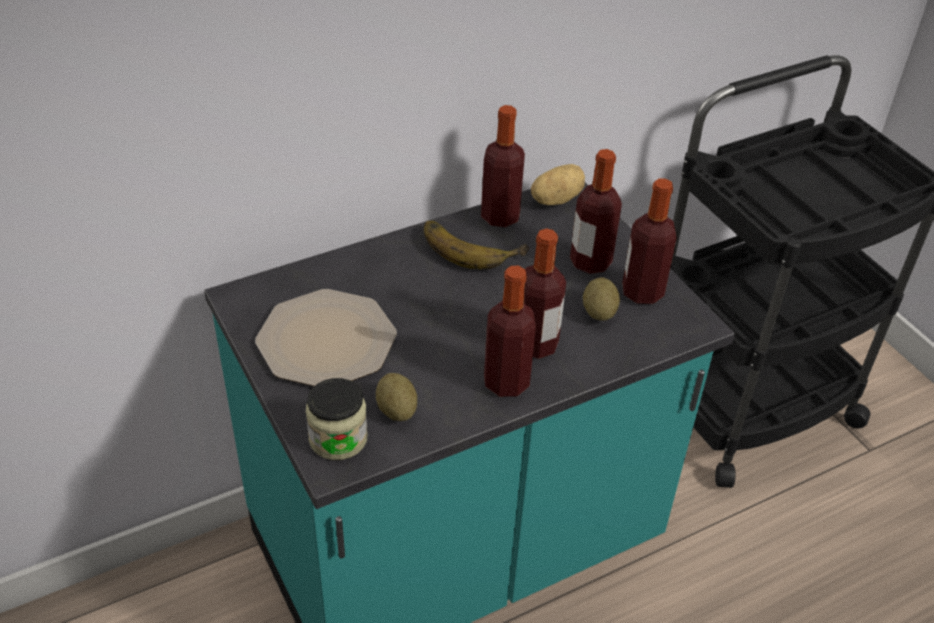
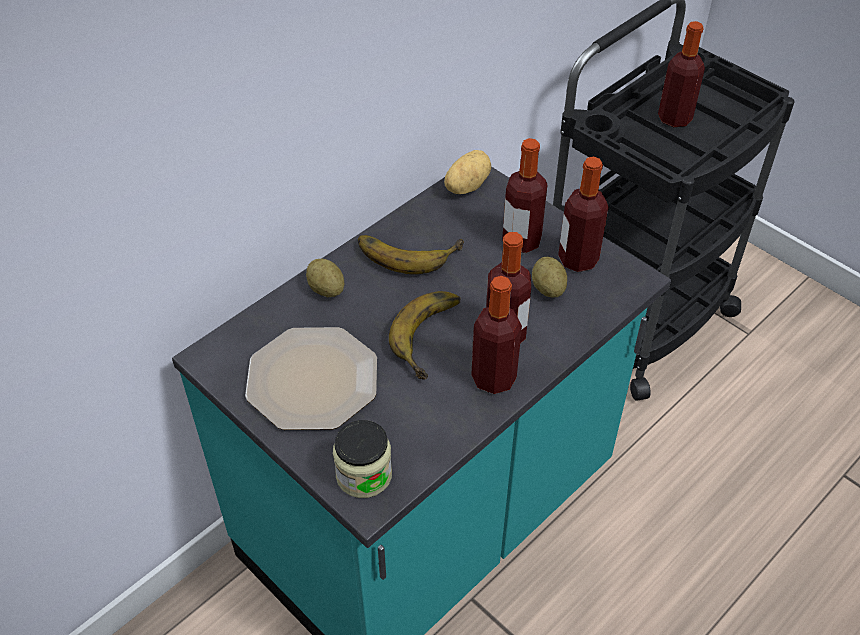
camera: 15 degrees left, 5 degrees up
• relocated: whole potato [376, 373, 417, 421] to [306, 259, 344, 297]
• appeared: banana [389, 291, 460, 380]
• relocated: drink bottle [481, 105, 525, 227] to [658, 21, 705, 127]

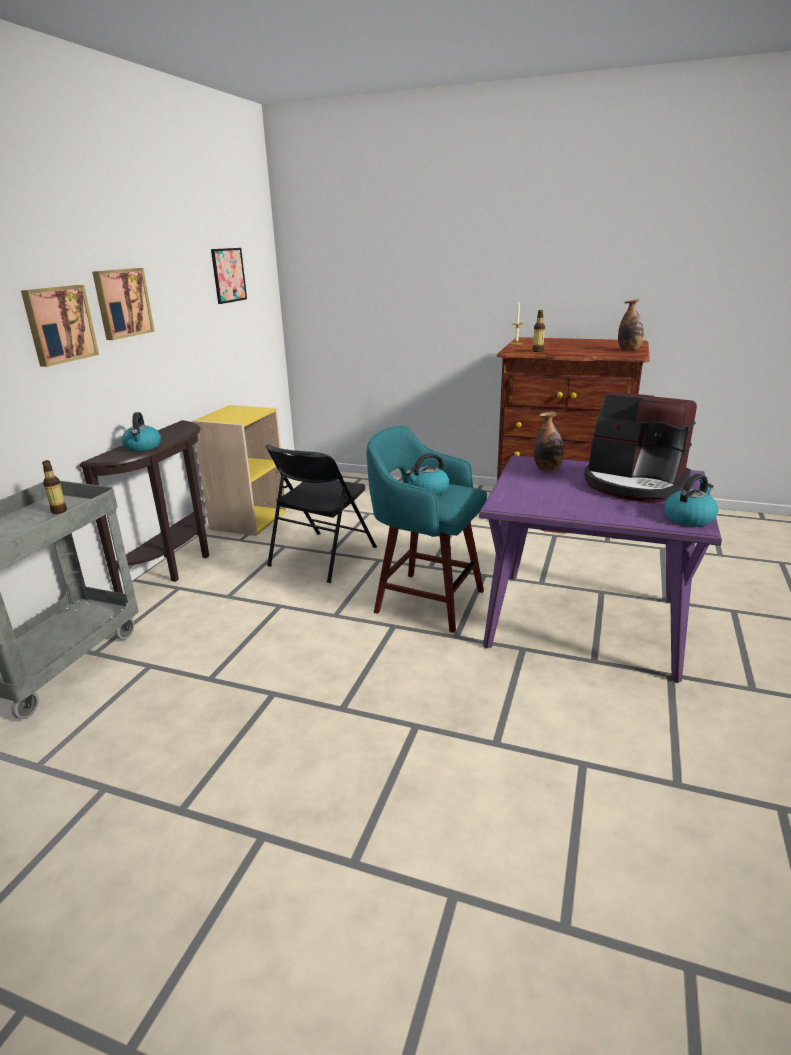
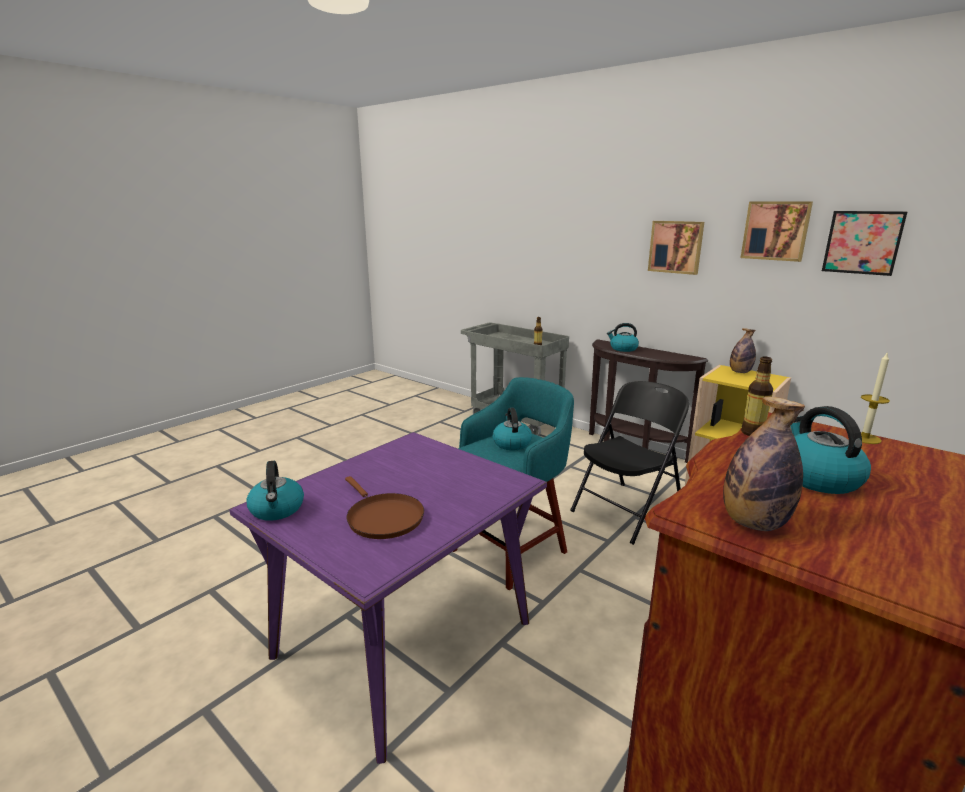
camera: 110 degrees right, 5 degrees down
• exchanged: coffee maker [584, 392, 697, 502] to skillet/brown [345, 476, 424, 539]
• spun: upright chair/blackish [265, 444, 377, 583] = [570, 381, 689, 545] 90 degrees clockwise
• relocated: drink bottle [534, 412, 564, 471] to [730, 328, 756, 373]
• relocated: picture [21, 285, 99, 367] to [741, 201, 813, 262]
• appeared: water kettle [791, 406, 871, 494]

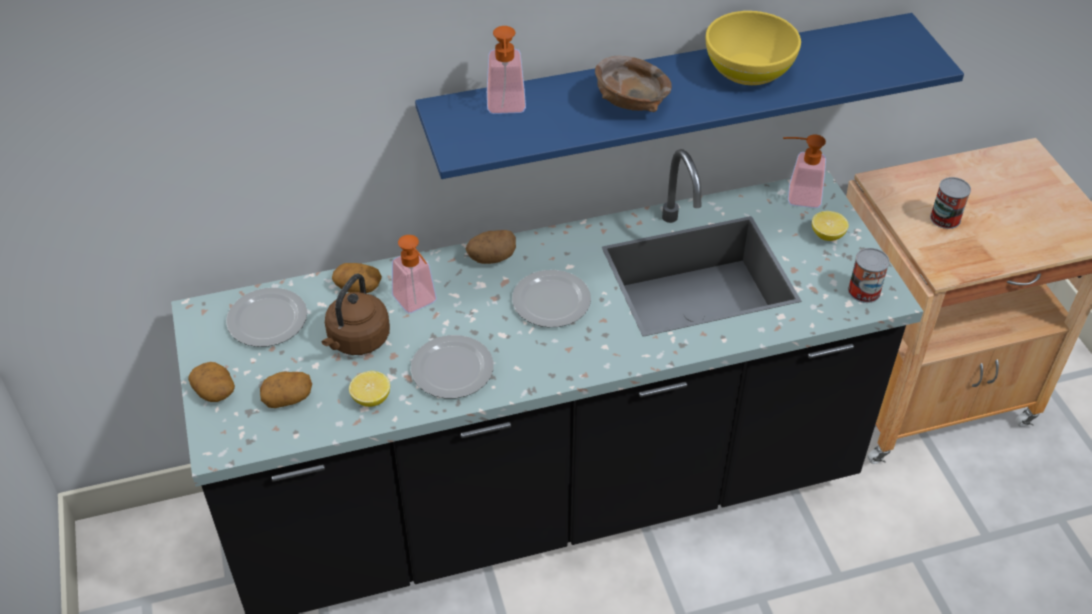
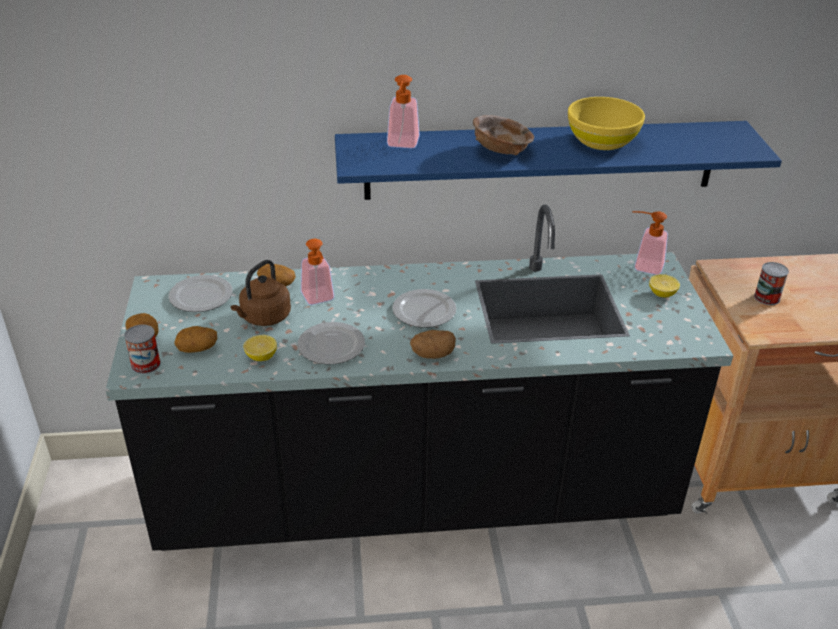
camera: 10 degrees right, 10 degrees down
• relocated: metal can [848, 248, 890, 303] to [124, 325, 161, 374]
• relocated: whole potato [466, 230, 516, 264] to [410, 330, 456, 359]

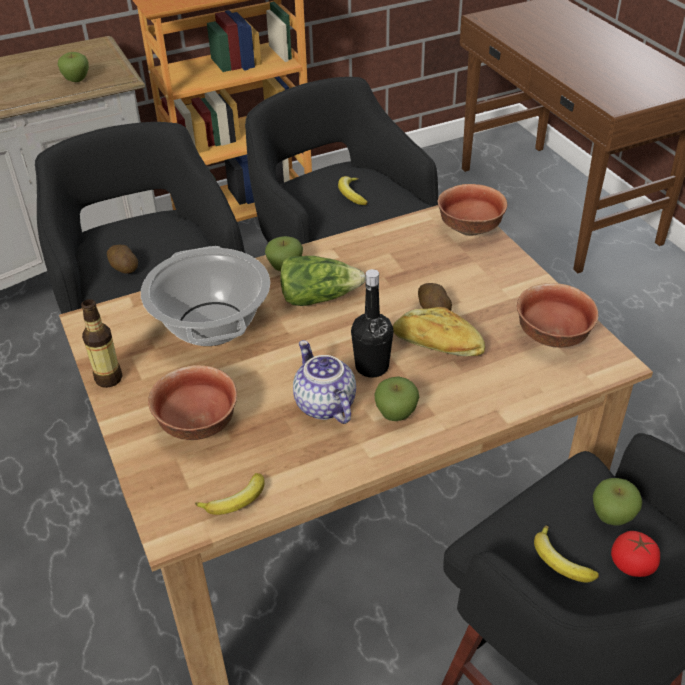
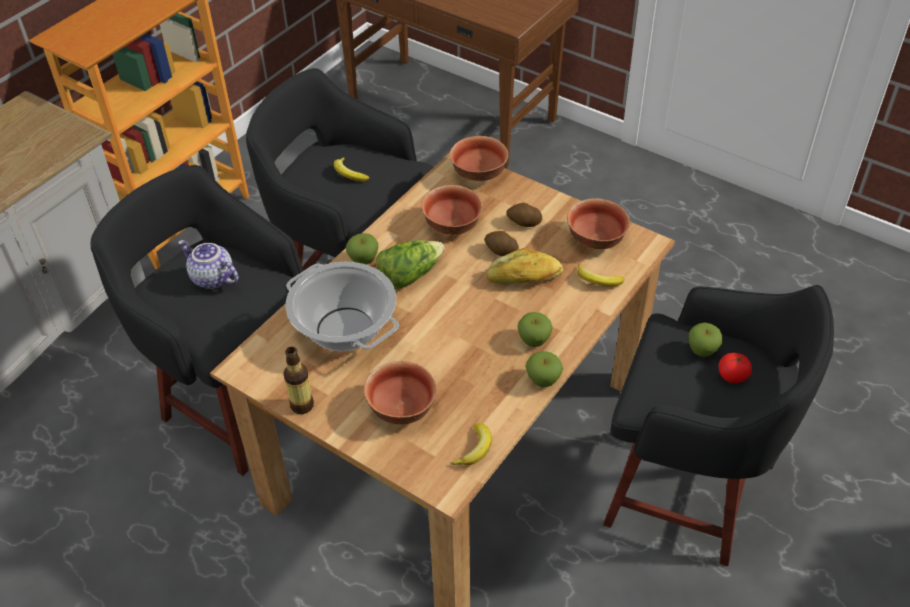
camera: 30 degrees left, 5 degrees up
• relocated: teapot [293, 340, 356, 424] to [178, 240, 239, 289]
• appeared: bowl [421, 185, 482, 235]
• relocated: whole potato [107, 245, 138, 274] to [507, 203, 542, 227]
• relocated: apple [57, 52, 89, 82] to [525, 351, 563, 388]
• relocated: banana [534, 526, 599, 583] to [577, 264, 625, 286]
• missing: drink bottle/blackish [351, 269, 393, 378]

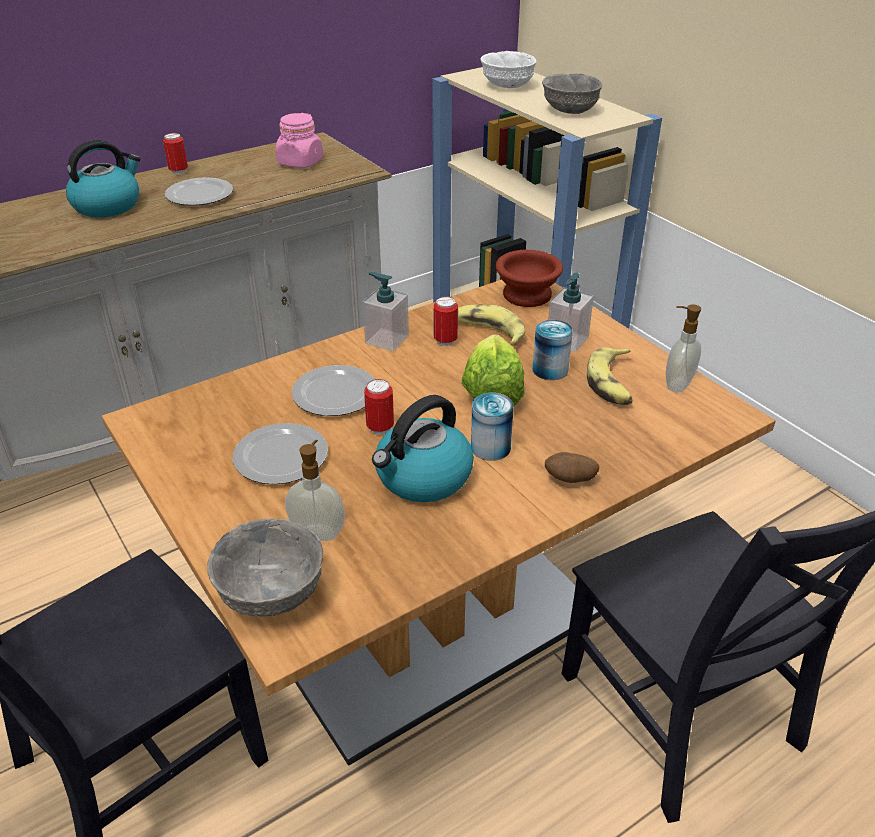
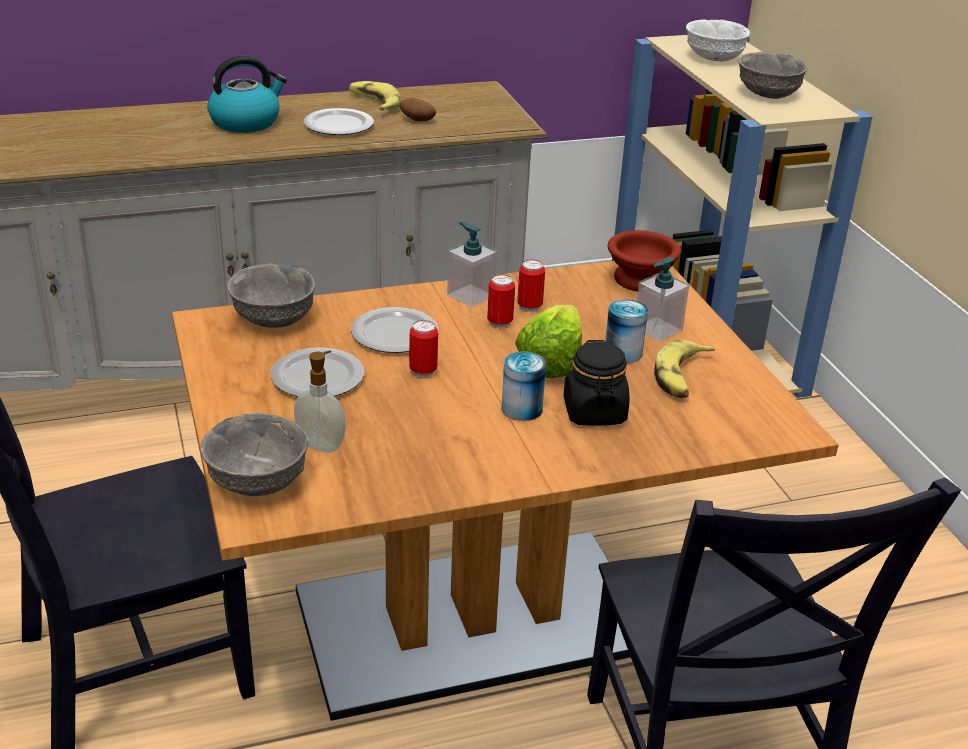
camera: 15 degrees right, 5 degrees down
• appeared: bowl/grey [227, 264, 315, 328]
• relocated: banana [458, 304, 525, 346] to [348, 81, 401, 111]
• relocated: whole potato [545, 452, 599, 483] to [400, 98, 436, 121]
• relocated: metal can [163, 133, 188, 174] to [487, 274, 515, 328]
• appeared: storage jar/blackish [563, 340, 630, 426]
• missing: storage jar/pink [276, 113, 323, 168]
• missing: water kettle [372, 395, 474, 502]
• missing: liquid soap bottle [666, 305, 701, 392]

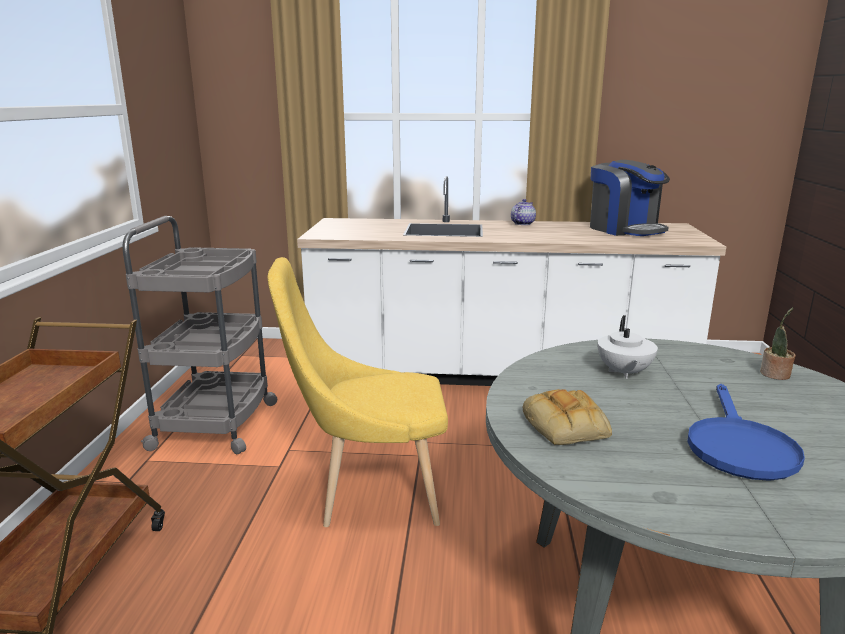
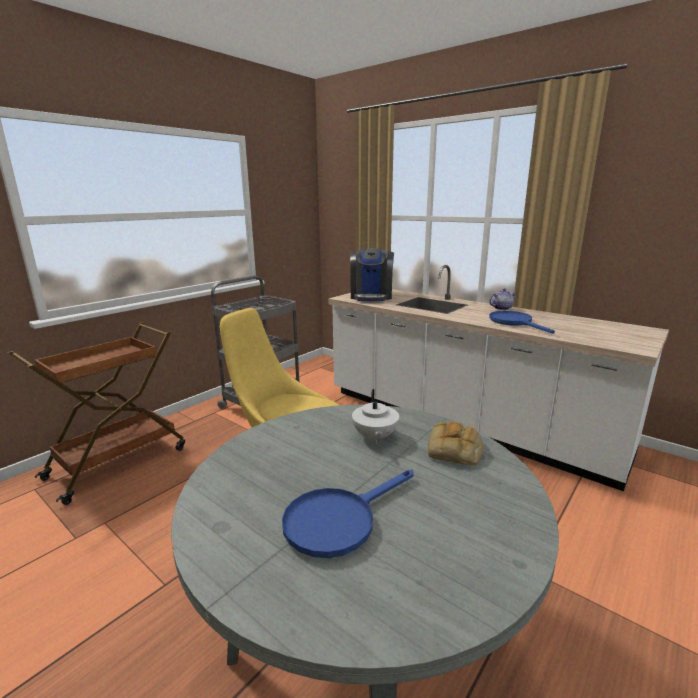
camera: 35 degrees right, 0 degrees up
• relocated: coffee maker [590, 160, 670, 236] to [350, 248, 394, 301]
• spun: teapot/whitish [598, 315, 658, 379] = [352, 389, 399, 444] 45 degrees counterclockwise
• relocated: bread [523, 389, 612, 445] to [428, 422, 484, 466]
• appeared: skillet/blue [489, 311, 555, 334]
• missing: houseplant [760, 307, 795, 380]

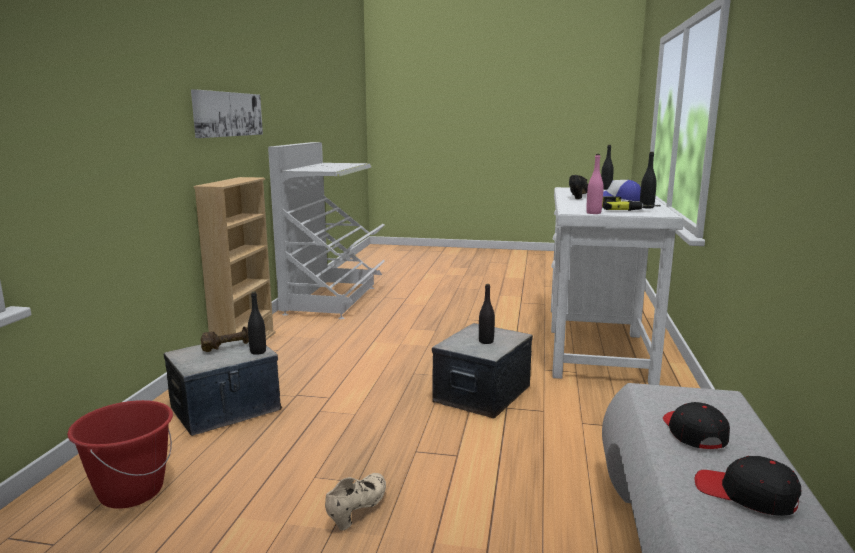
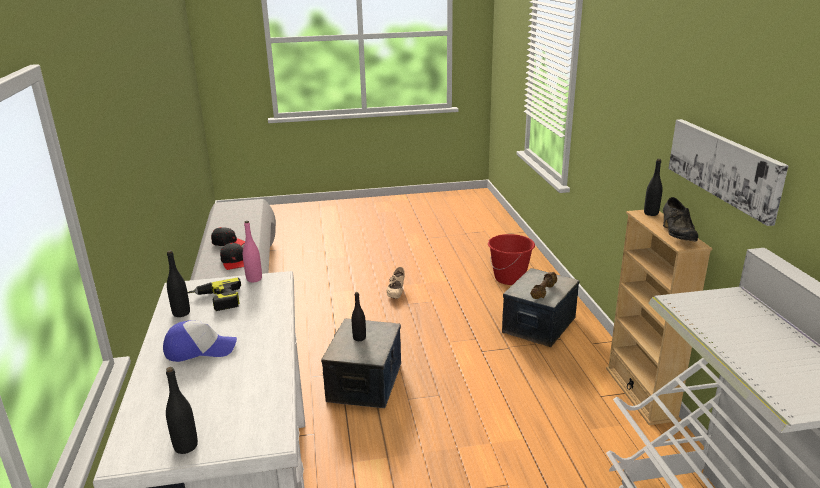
camera: 160 degrees right, 10 degrees up
• relocated: drink bottle/blackish [248, 292, 266, 355] to [644, 159, 662, 216]
• relocated: shoe/blackish [569, 175, 588, 199] to [663, 197, 698, 241]

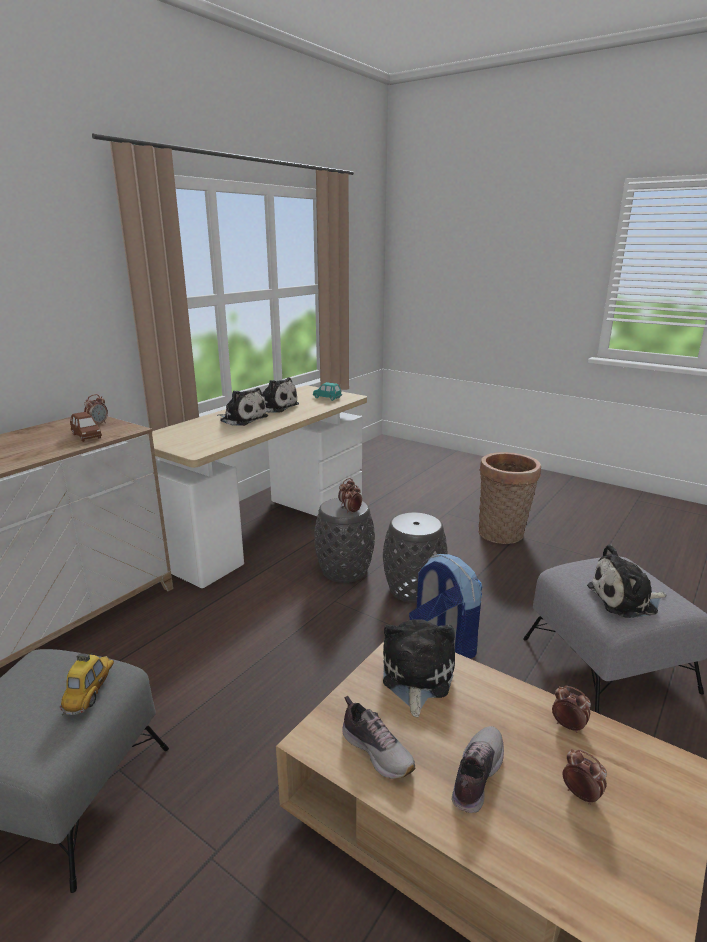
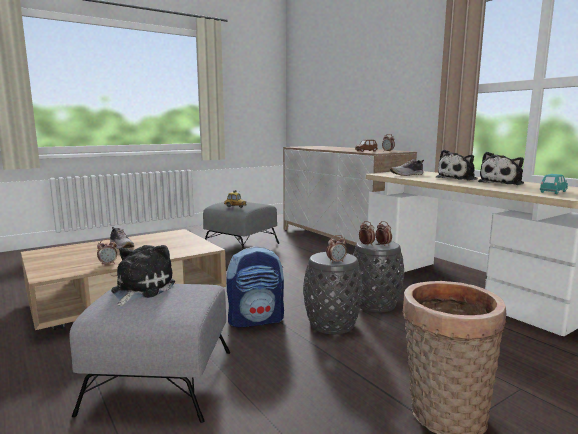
camera: 110 degrees right, 10 degrees down
• relocated: alarm clock [563, 749, 607, 805] to [326, 235, 347, 263]
• relocated: shoe [342, 696, 415, 779] to [390, 159, 424, 176]
• missing: soft toy [383, 619, 455, 717]

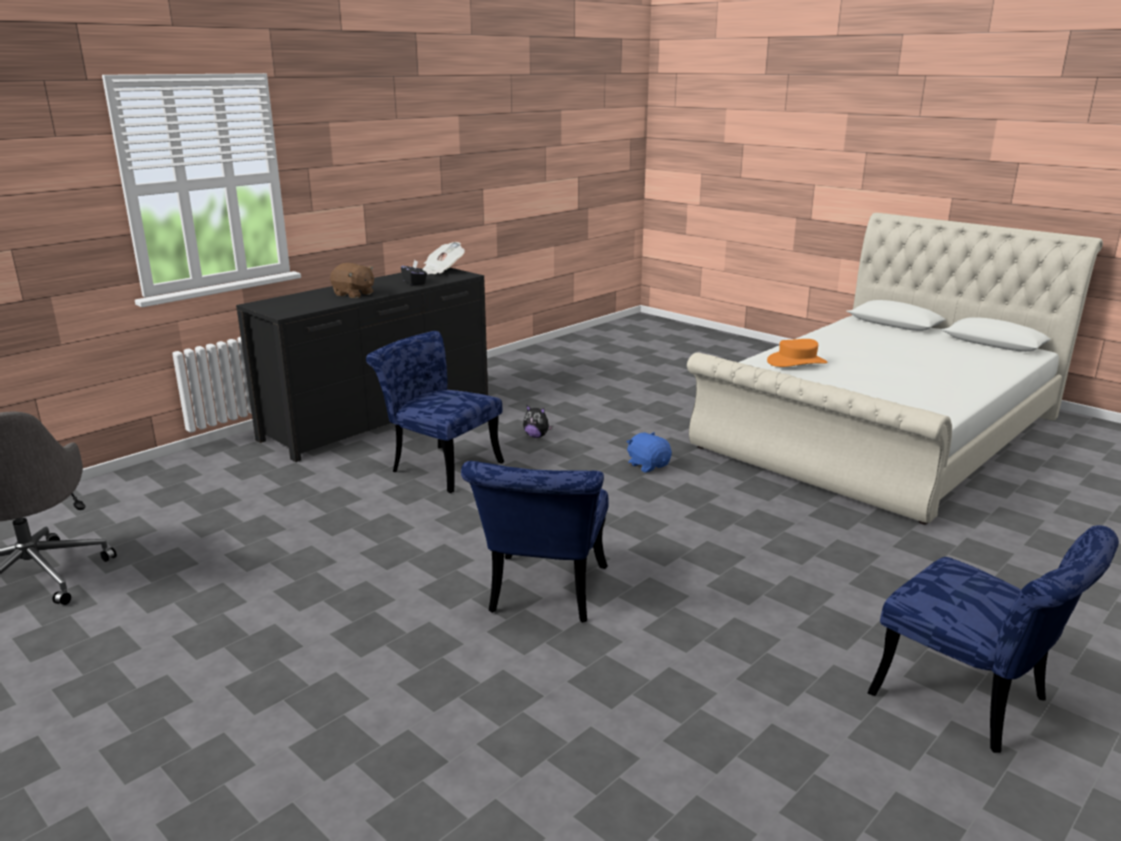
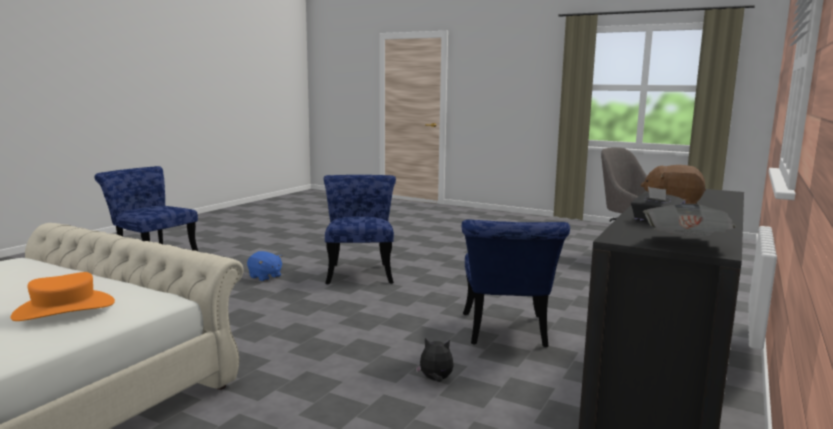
camera: 165 degrees right, 10 degrees down
• relocated: soft toy/blue [627, 432, 672, 472] to [247, 251, 283, 281]
• spun: upright chair/blue [366, 331, 504, 493] = [462, 220, 570, 347] 75 degrees clockwise

